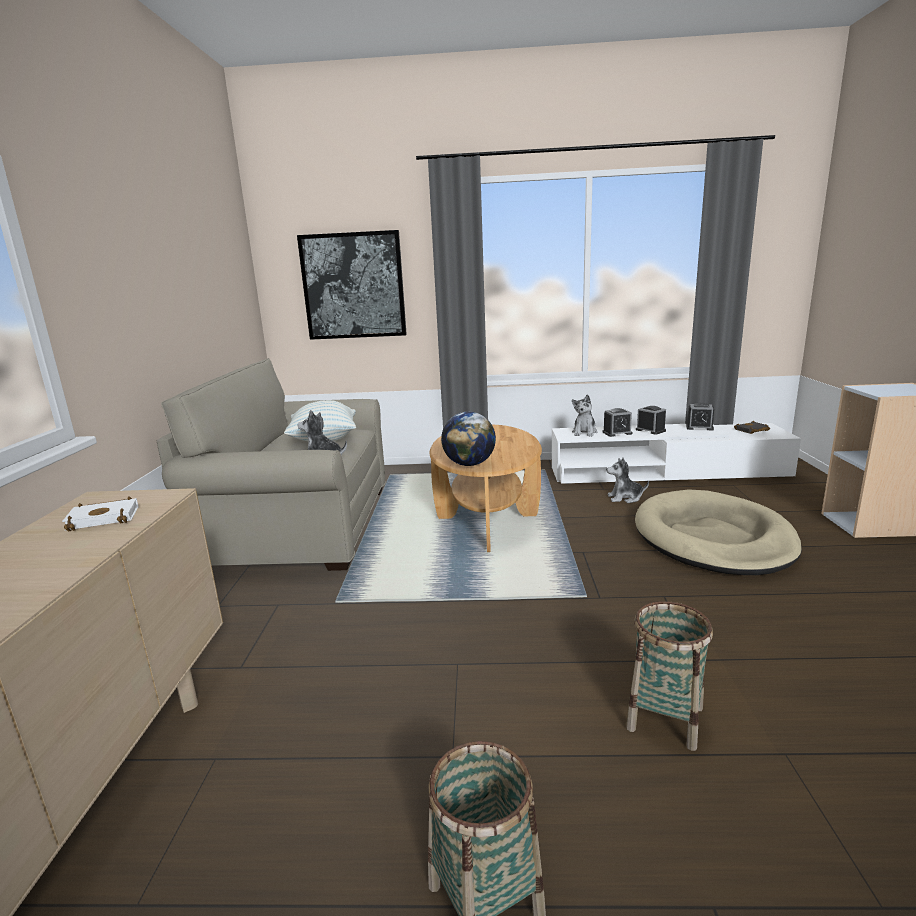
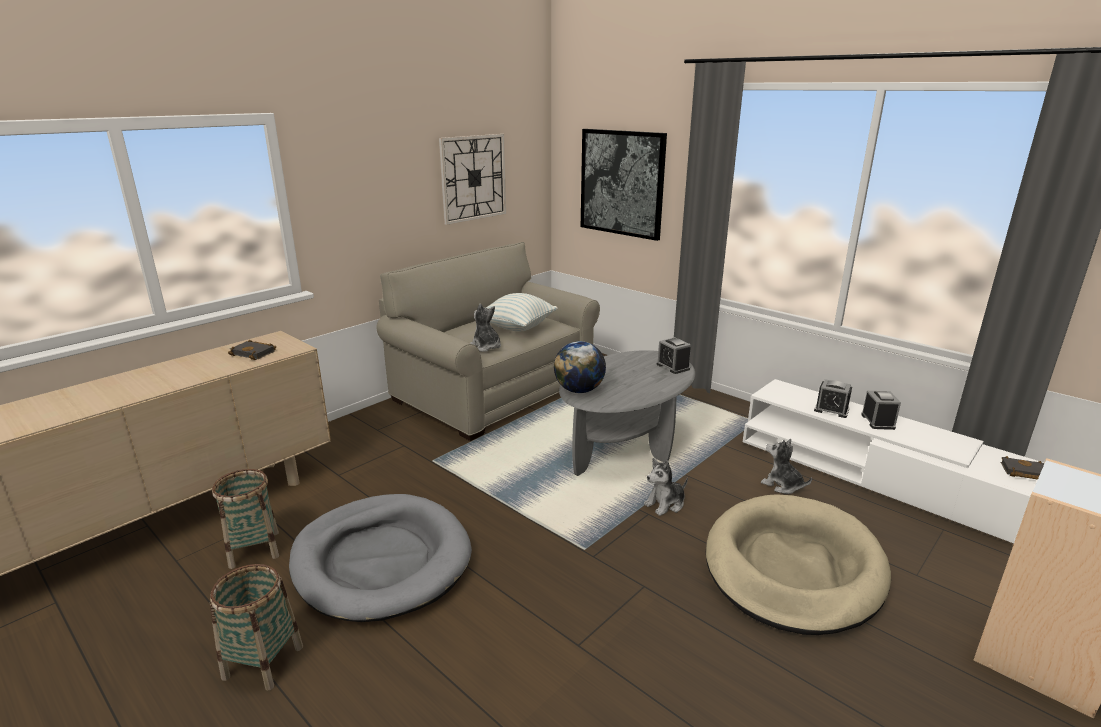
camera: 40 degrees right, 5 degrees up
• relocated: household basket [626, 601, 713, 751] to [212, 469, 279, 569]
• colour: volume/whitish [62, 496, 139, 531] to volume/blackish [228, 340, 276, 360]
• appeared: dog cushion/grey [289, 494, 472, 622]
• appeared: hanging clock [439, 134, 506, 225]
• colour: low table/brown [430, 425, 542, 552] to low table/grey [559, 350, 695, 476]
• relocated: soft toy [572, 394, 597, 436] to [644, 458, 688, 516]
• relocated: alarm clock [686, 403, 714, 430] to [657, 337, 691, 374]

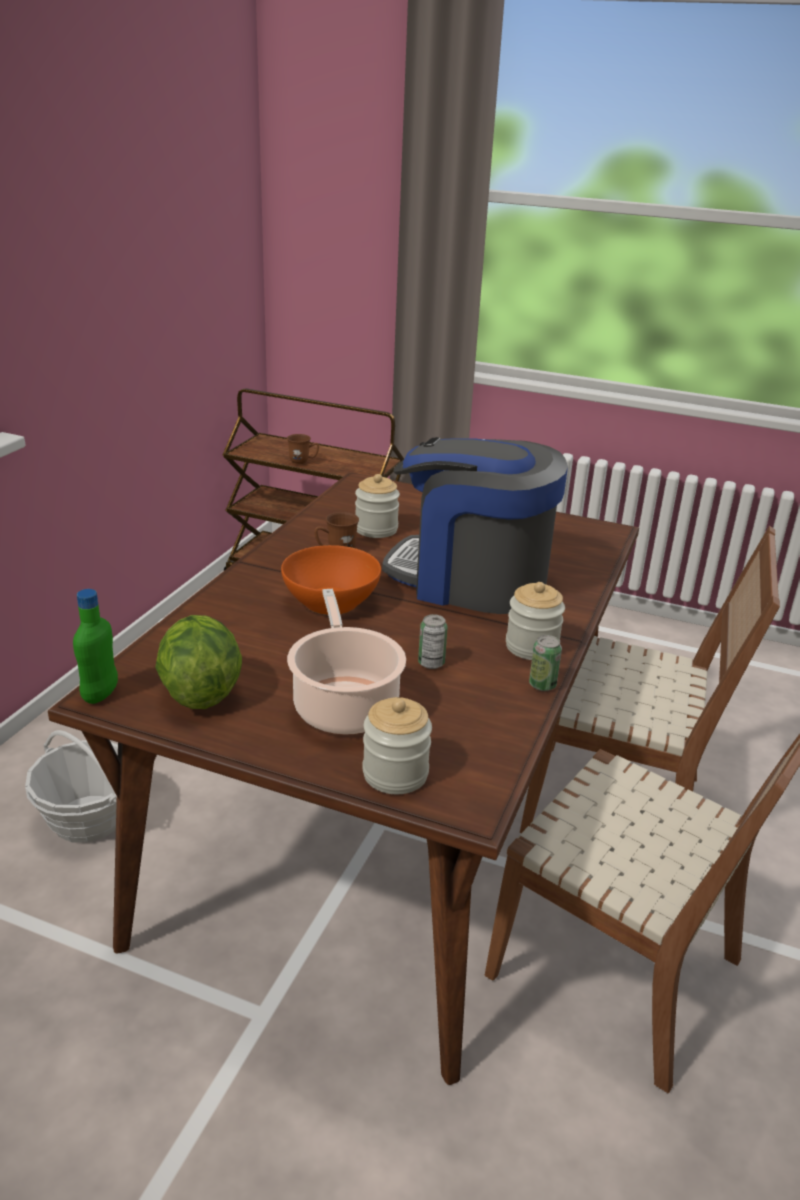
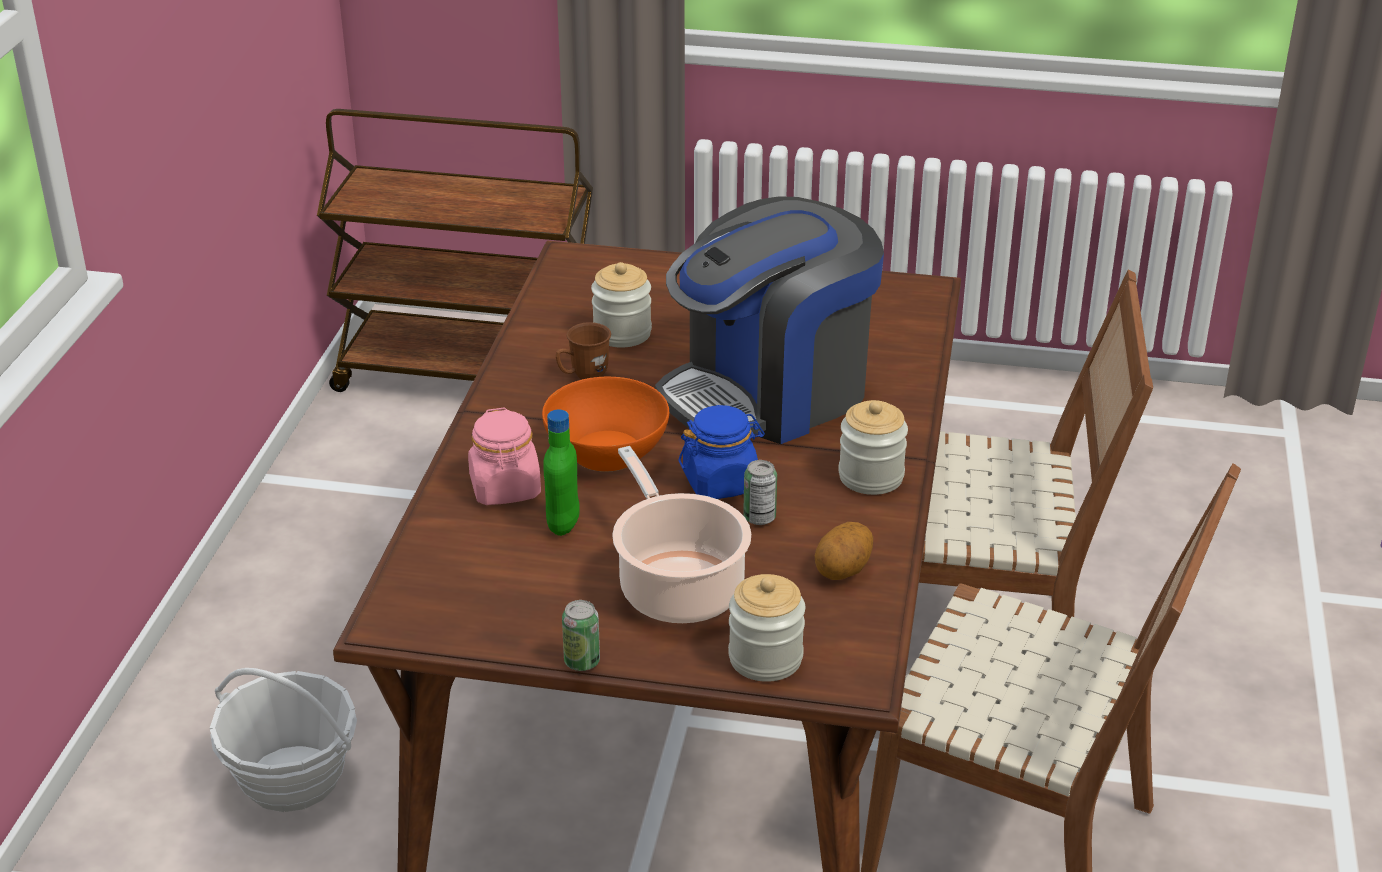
camera: 10 degrees left, 5 degrees up
• appeared: storage jar/pink [468, 407, 541, 505]
• relocated: drink bottle/green-coloured [73, 589, 118, 704] to [543, 410, 580, 536]
• relocated: metal can [529, 635, 562, 691] to [562, 600, 600, 671]
• spun: coffee maker [382, 437, 568, 614] = [655, 196, 884, 444] 45 degrees counterclockwise
• appeared: storage jar/blue [679, 405, 765, 499]
• appeared: whole potato [815, 522, 873, 580]
• missing: head of lettuce [155, 615, 242, 709]
• missing: tea mug/brown [287, 434, 319, 464]

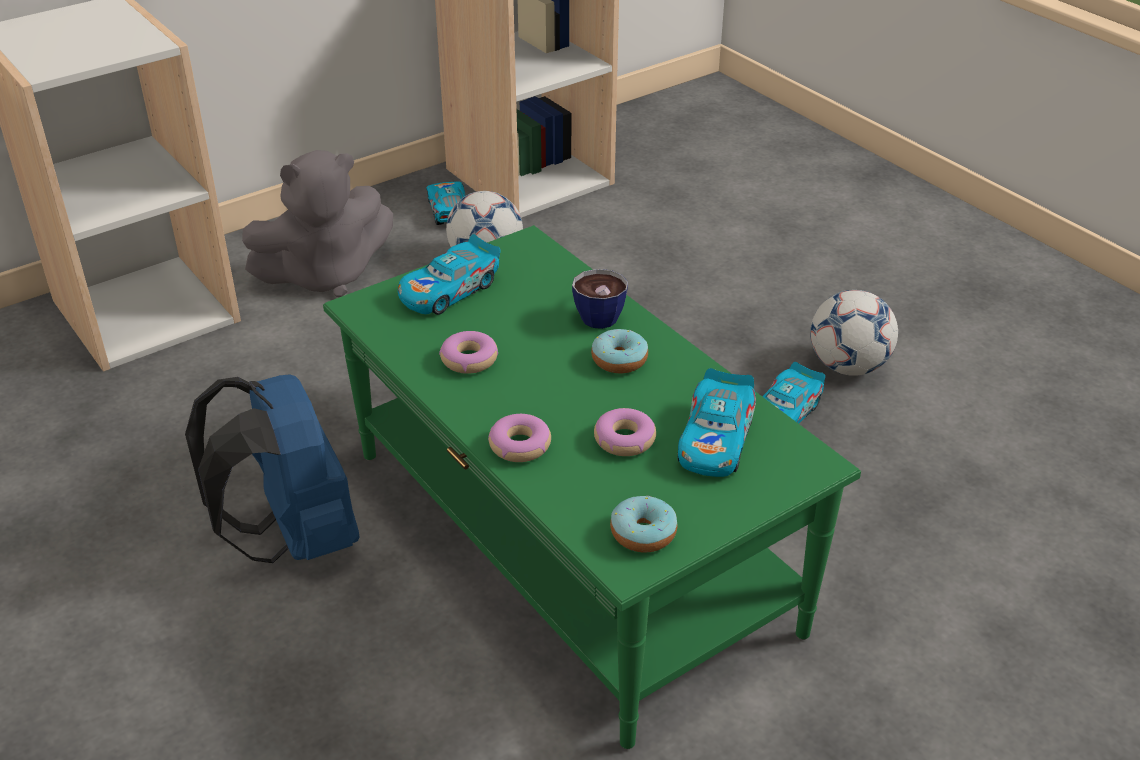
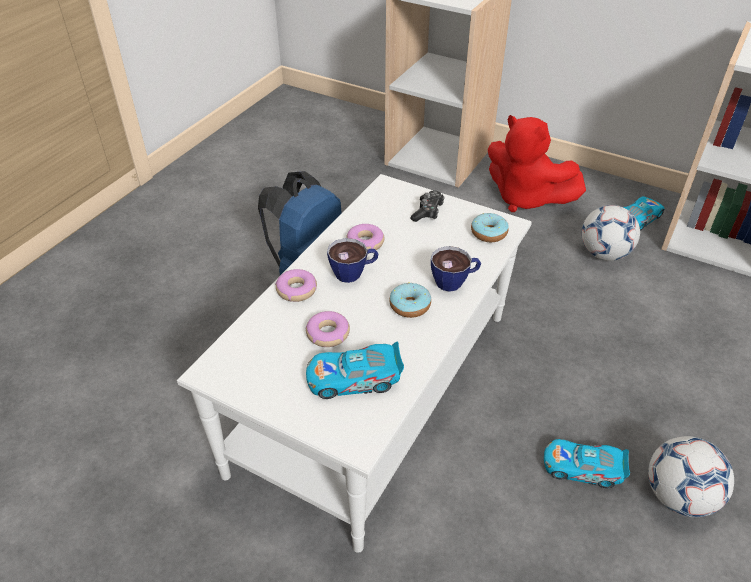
camera: 65 degrees right, 5 degrees up
• colour: low table/green-coloured [323, 225, 861, 749] to low table/whitish [177, 174, 532, 553]
• appeared: cup [327, 238, 378, 283]
• exchanged: model car [398, 234, 501, 315] to game controller [411, 190, 444, 222]
• relocated: donut [610, 495, 678, 553] to [471, 213, 509, 242]
• colour: soft toy/grey [242, 150, 393, 297] to soft toy/red-coloured [488, 115, 586, 212]

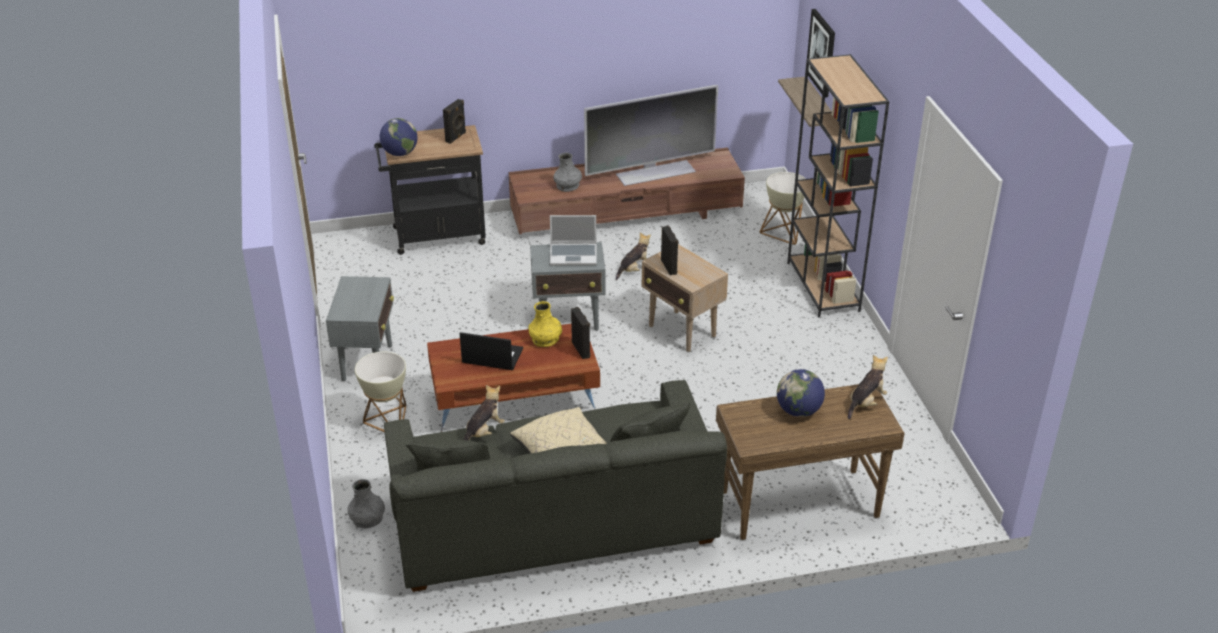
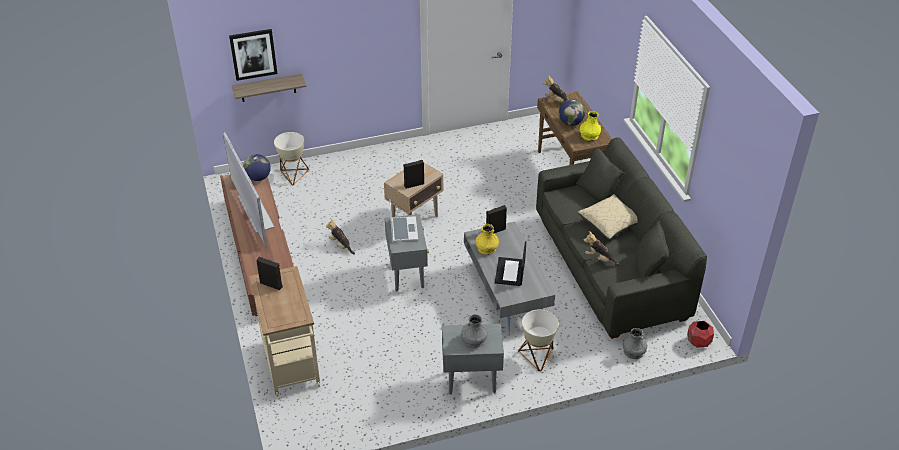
camera: 95 degrees left, 5 degrees up
• relocated: desk globe [380, 118, 418, 156] to [243, 154, 271, 181]
• colour: wheeled cart/blackish [374, 125, 486, 255] to wheeled cart/beige-coloured [249, 266, 320, 397]
• relocated: decorative vase/grey [553, 153, 582, 192] to [461, 314, 488, 348]
• colour: low table/brown [427, 324, 600, 432] to low table/grey [464, 222, 555, 334]
• appeared: decorative vase/yellowish [580, 111, 601, 141]
• appeared: planter/red-coloured [687, 321, 714, 347]
• missing: shelving unit [787, 54, 889, 318]

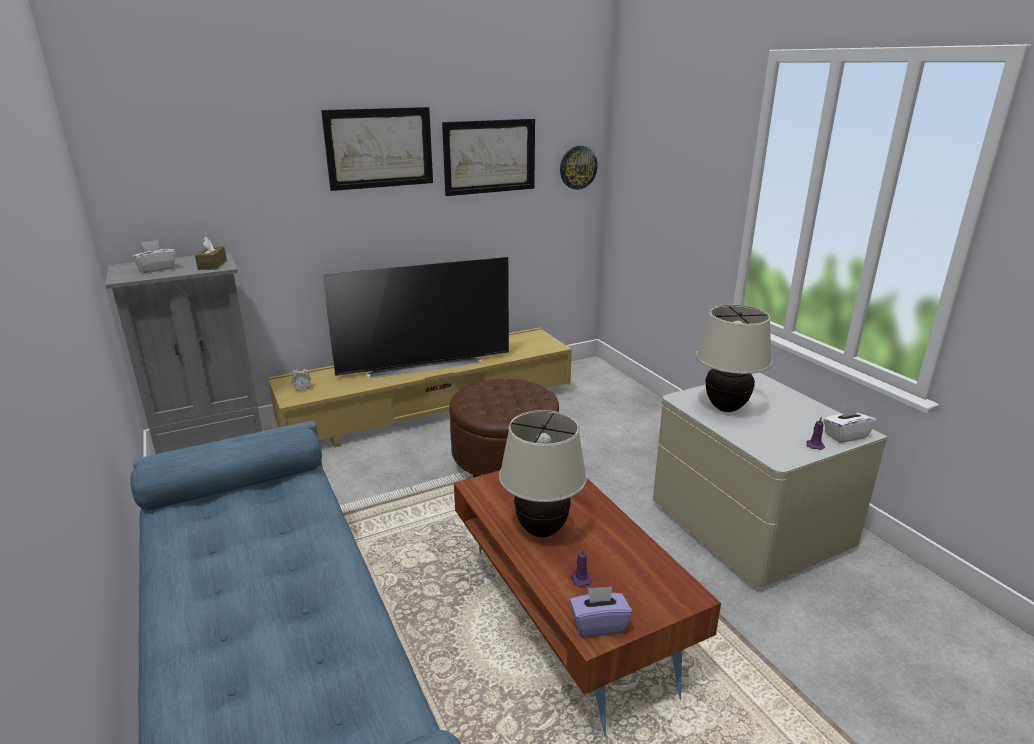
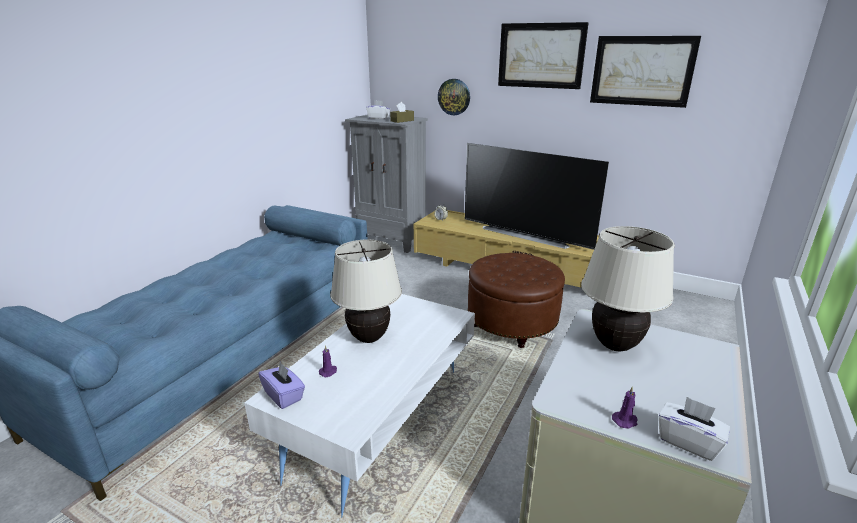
camera: 55 degrees right, 0 degrees up
• colour: low table/brown [454, 470, 721, 737] to low table/whitish [244, 294, 475, 518]
• relocated: hanging clock [560, 146, 598, 190] to [438, 79, 470, 115]

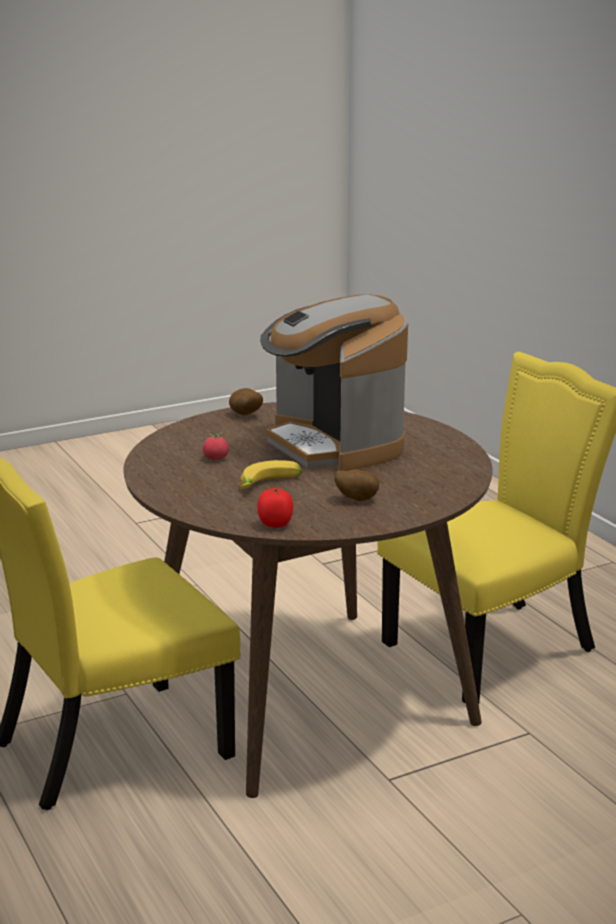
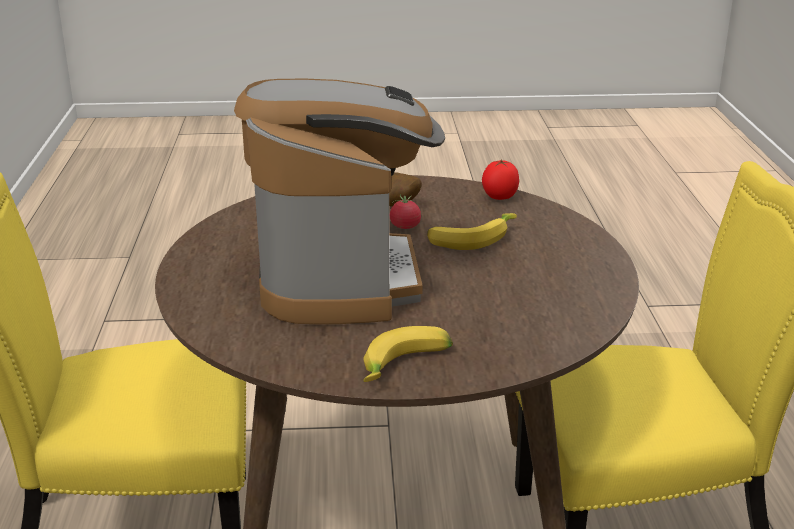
camera: 155 degrees left, 5 degrees up
• exchanged: whole potato [229, 388, 263, 415] to banana [363, 326, 453, 382]
• relocated: tomato [203, 433, 229, 460] to [390, 194, 421, 229]

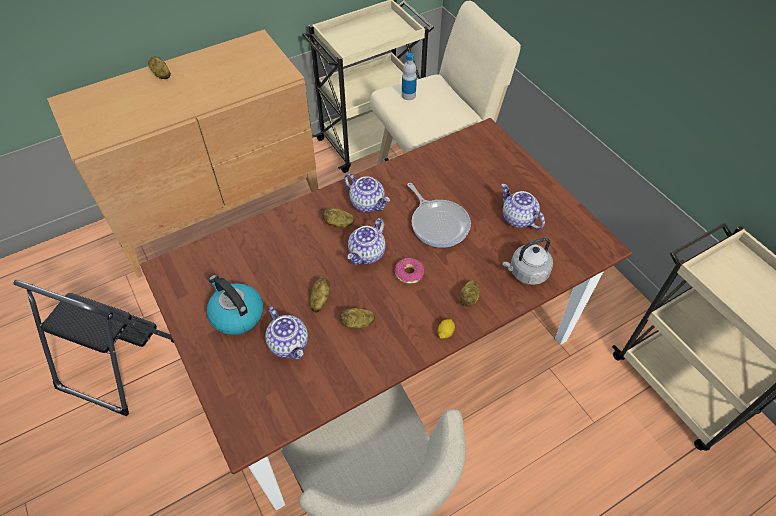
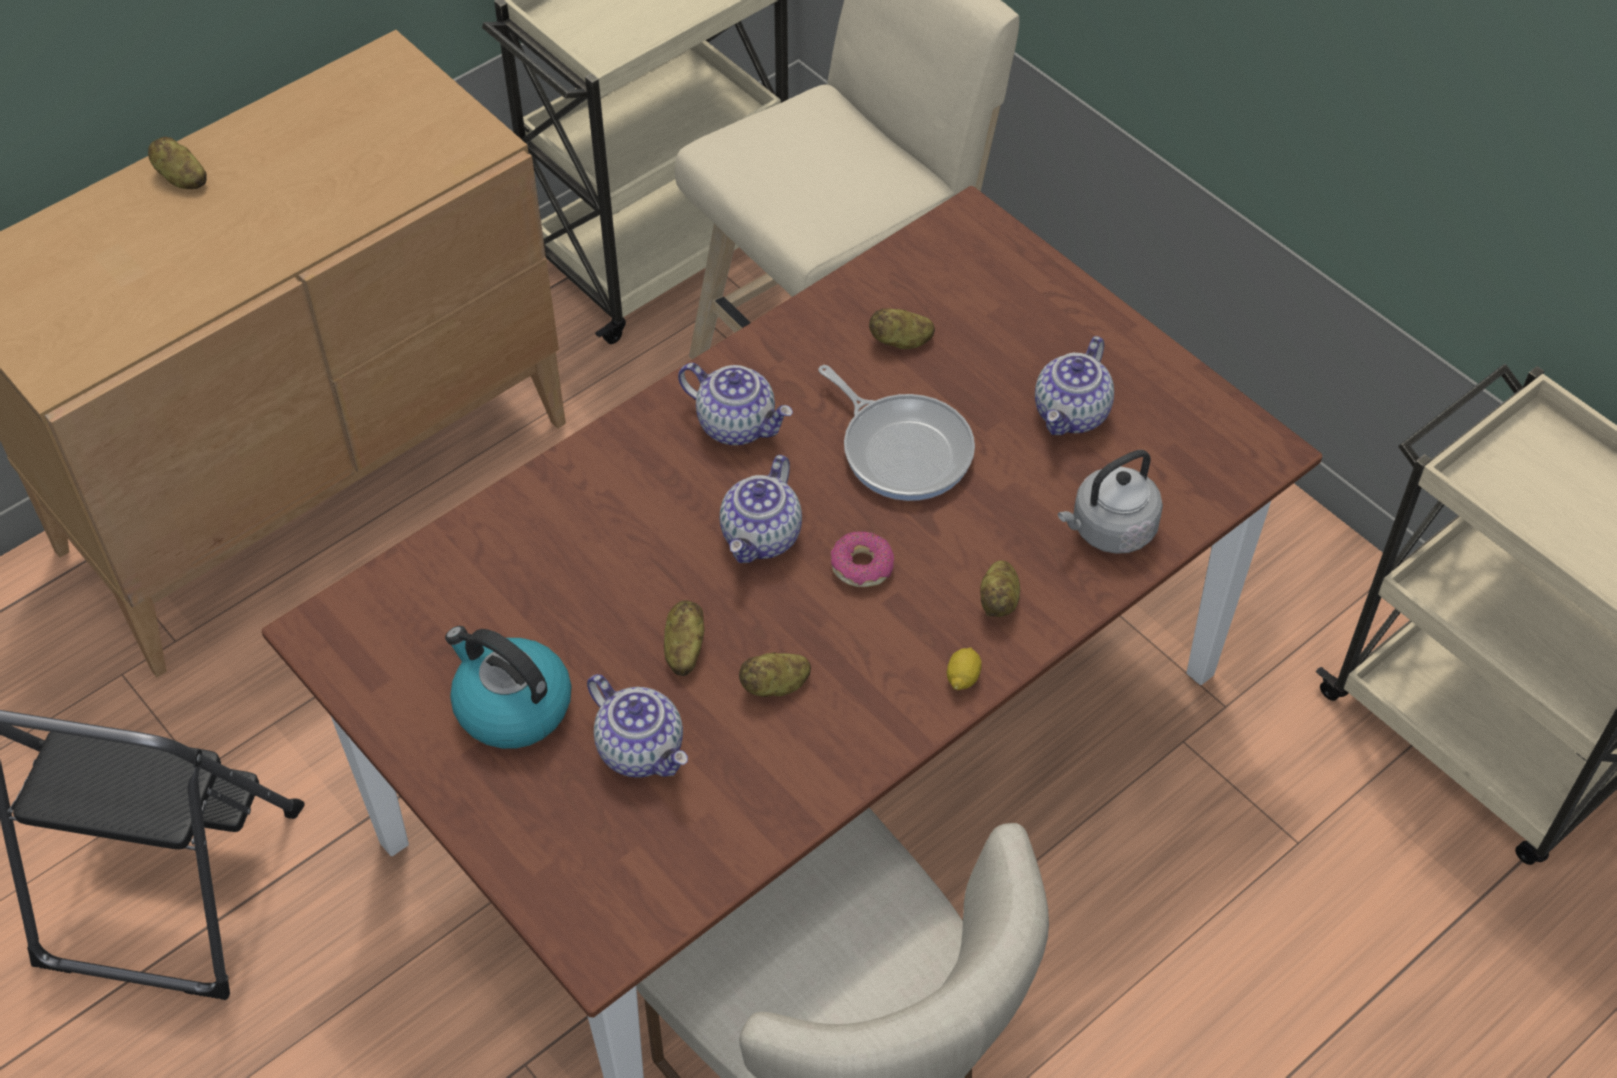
camera: 10 degrees left, 0 degrees up
• relocated: whole potato [323, 208, 355, 228] to [869, 308, 935, 349]
• spun: teapot [501, 184, 545, 229] = [1035, 336, 1114, 435] 105 degrees counterclockwise
• missing: drink bottle [402, 53, 417, 100]

